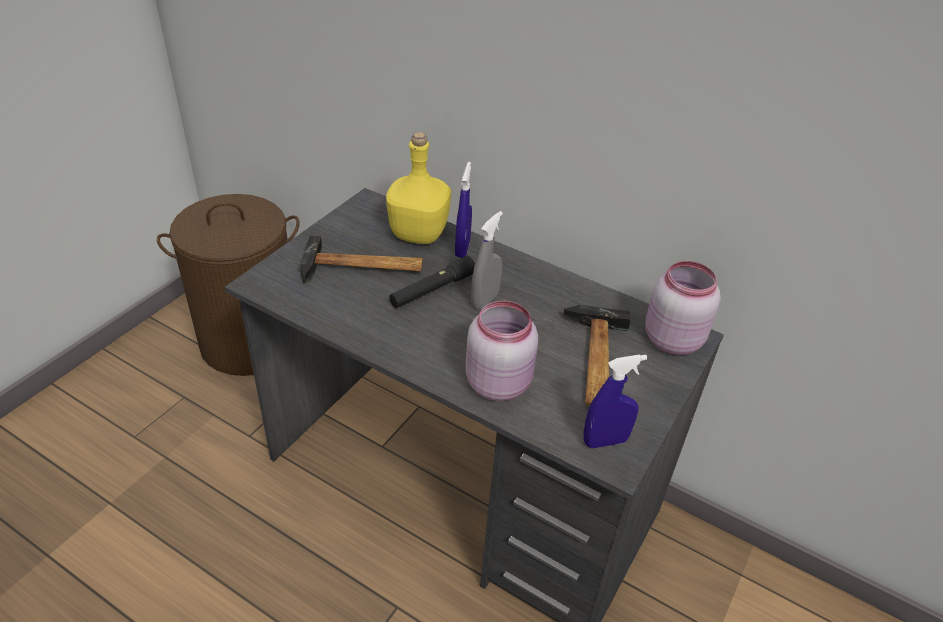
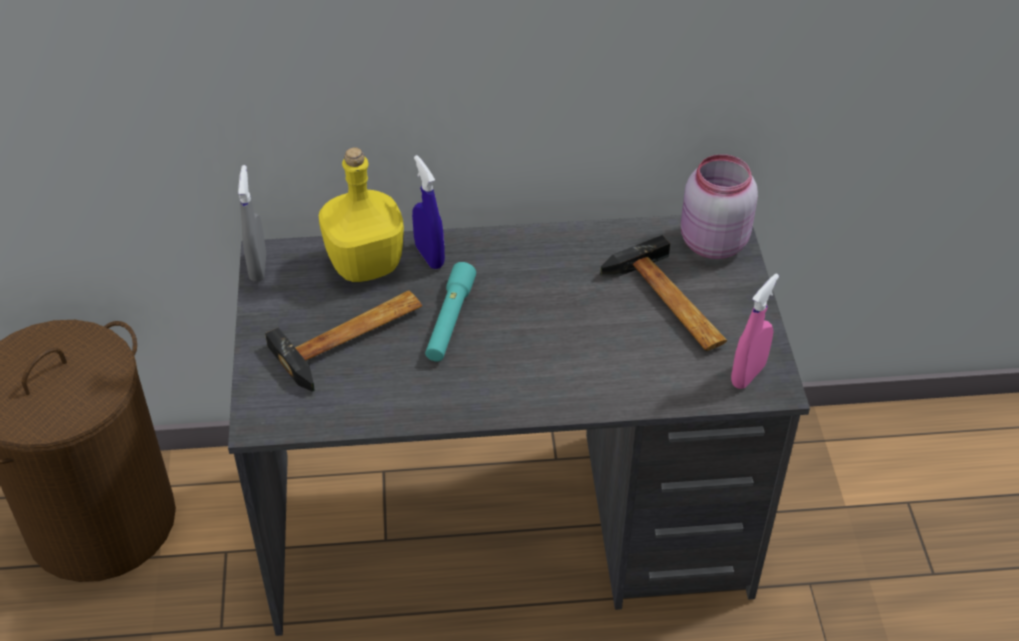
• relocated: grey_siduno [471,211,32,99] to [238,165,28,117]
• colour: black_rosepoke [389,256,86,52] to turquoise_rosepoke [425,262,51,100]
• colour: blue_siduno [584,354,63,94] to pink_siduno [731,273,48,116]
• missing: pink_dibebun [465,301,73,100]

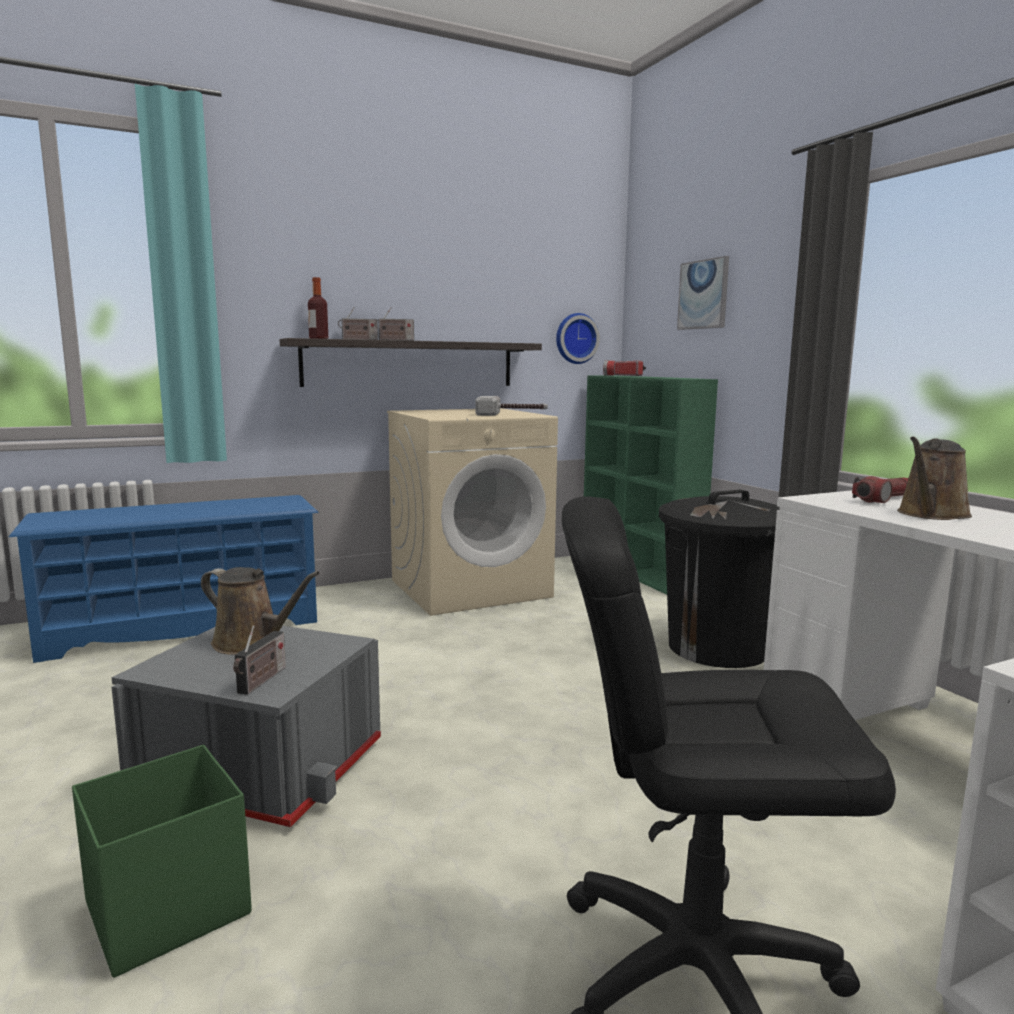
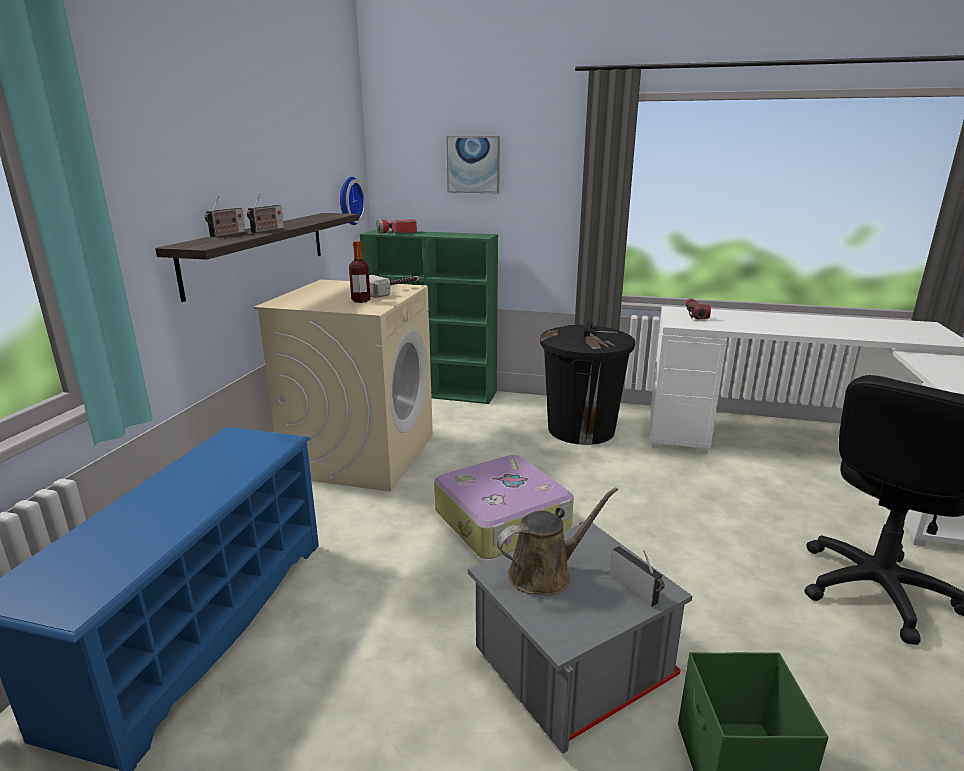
• relocated: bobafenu [308,277,20,62] to [349,241,22,62]
• appeared: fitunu [434,455,140,104]
• missing: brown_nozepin [897,437,75,83]

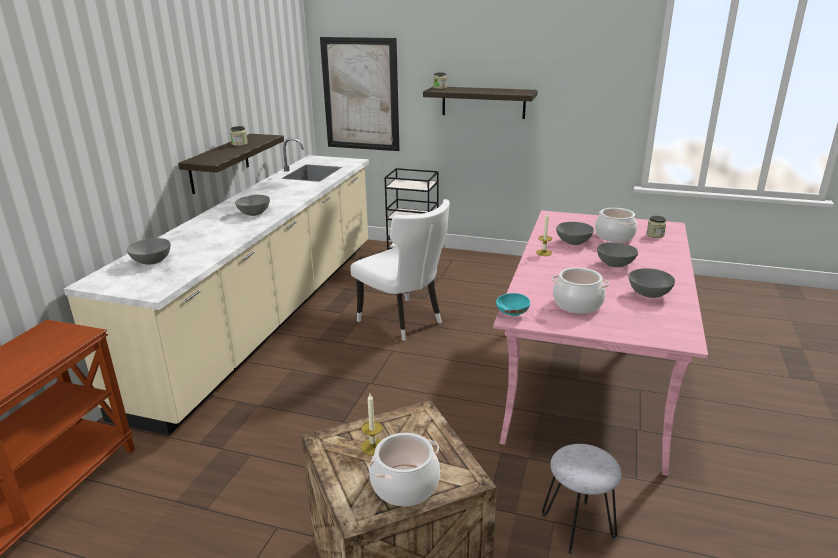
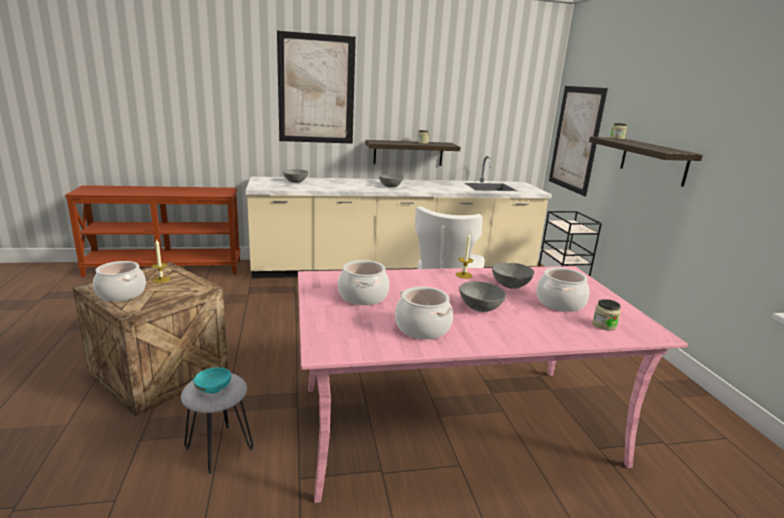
• relocated: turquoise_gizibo [496,293,34,23] to [193,368,38,26]
• appeared: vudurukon [277,31,79,113]
• exchanged: grey_gizibo [628,268,47,30] to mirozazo [395,287,58,53]

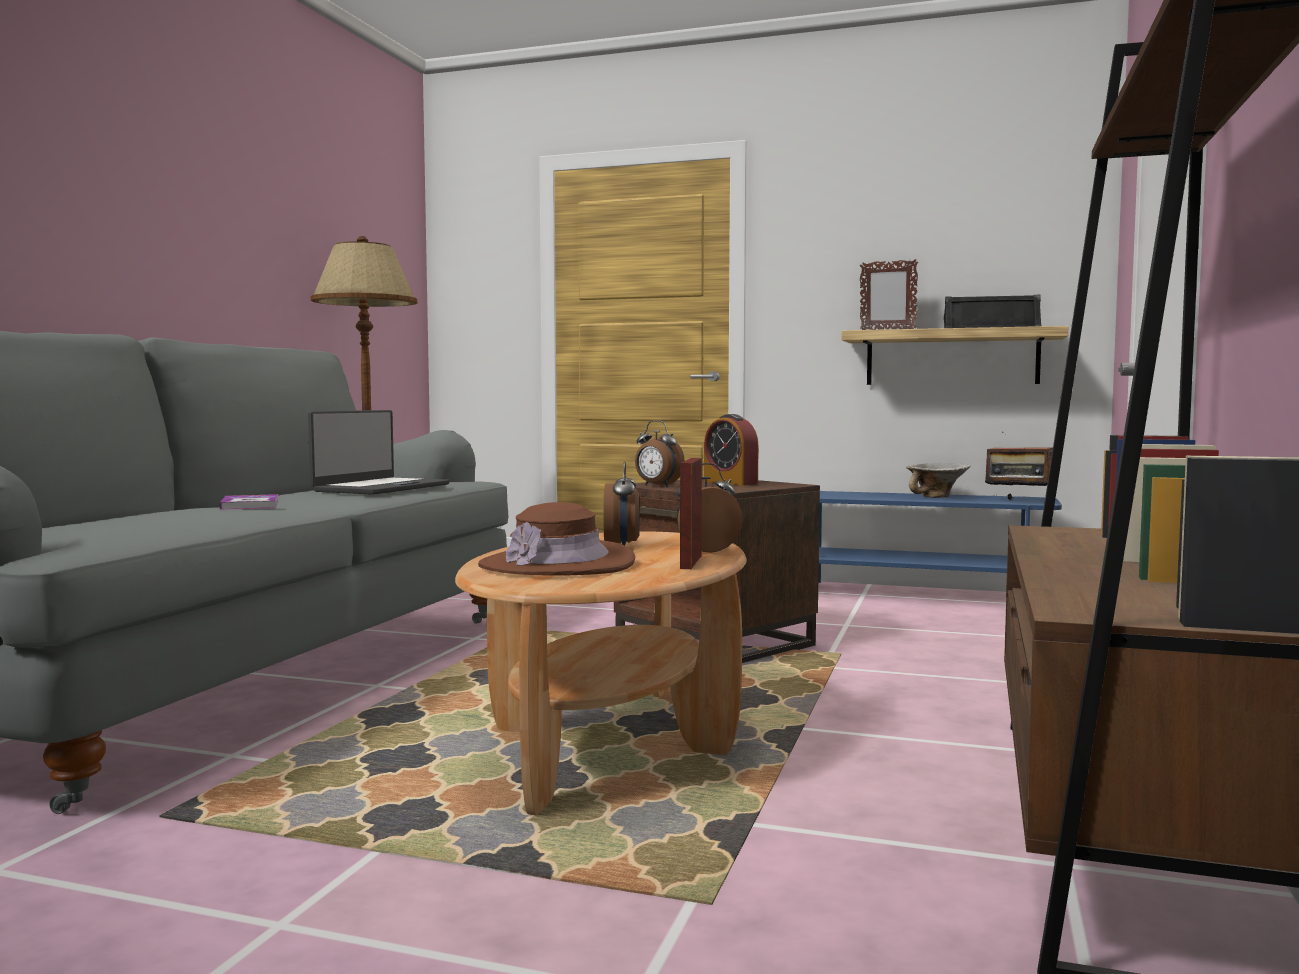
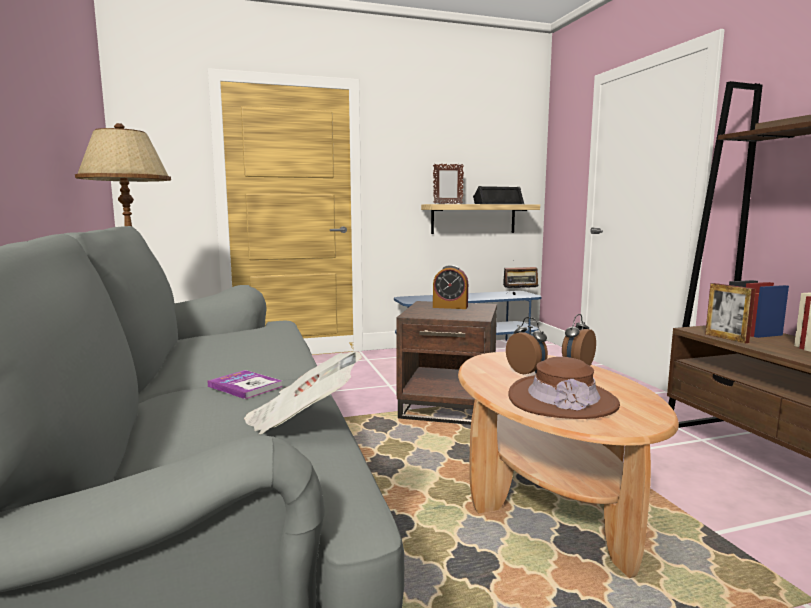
• appeared: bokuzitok [244,351,118,84]
• relocated: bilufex [680,458,22,111] to [705,283,51,60]
• missing: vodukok [308,410,141,85]
• missing: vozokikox [635,420,50,67]
• missing: gizibo [906,463,65,35]

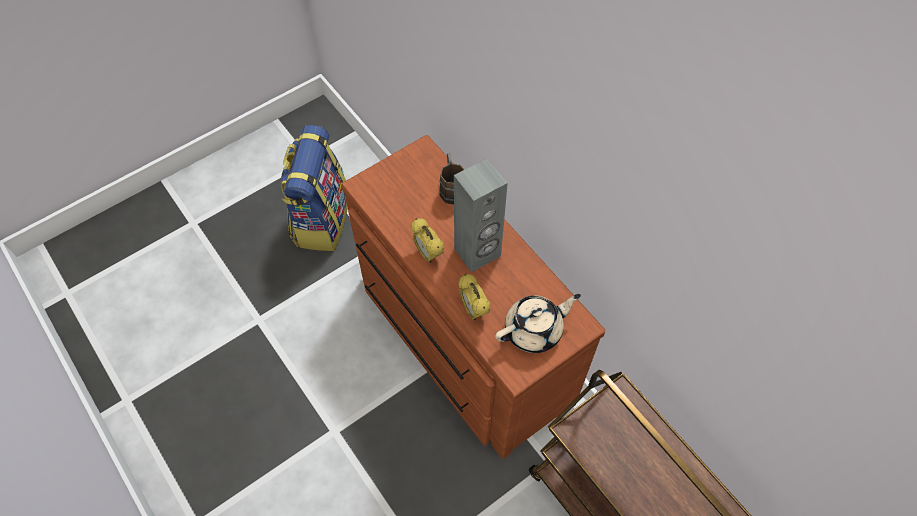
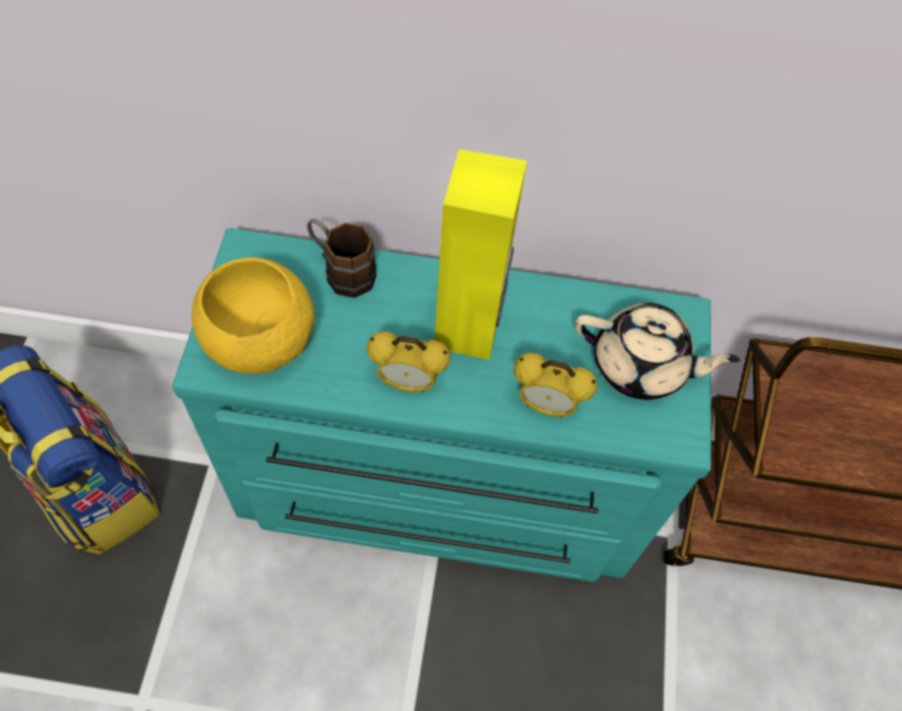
• colour: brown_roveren [341,135,264,324] to turquoise_roveren [172,228,539,354]
• appeared: yellow_gizibo [192,257,122,117]
• colour: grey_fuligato [454,159,54,113] to yellow_fuligato [434,149,93,211]
• spun: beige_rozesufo [495,294,86,59] = [575,303,165,97] 90 degrees clockwise

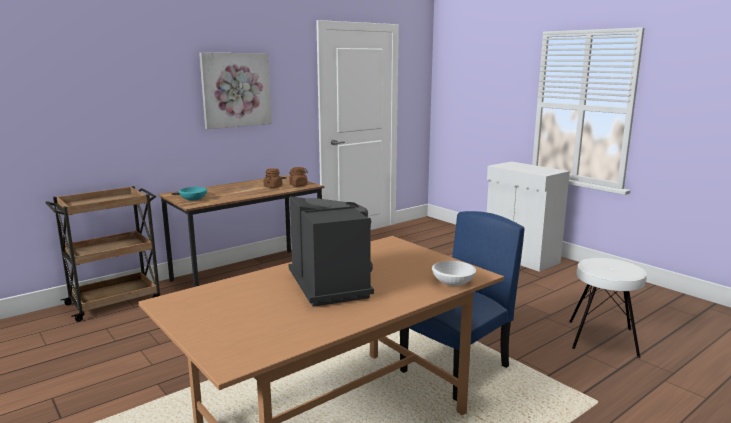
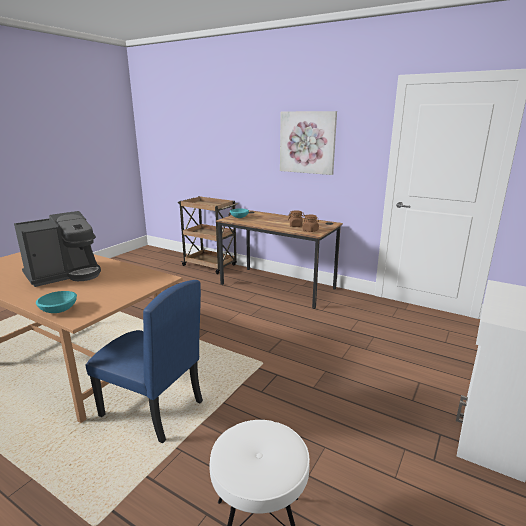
• colour: white_gizibo [432,261,44,25] to turquoise_gizibo [36,291,41,22]

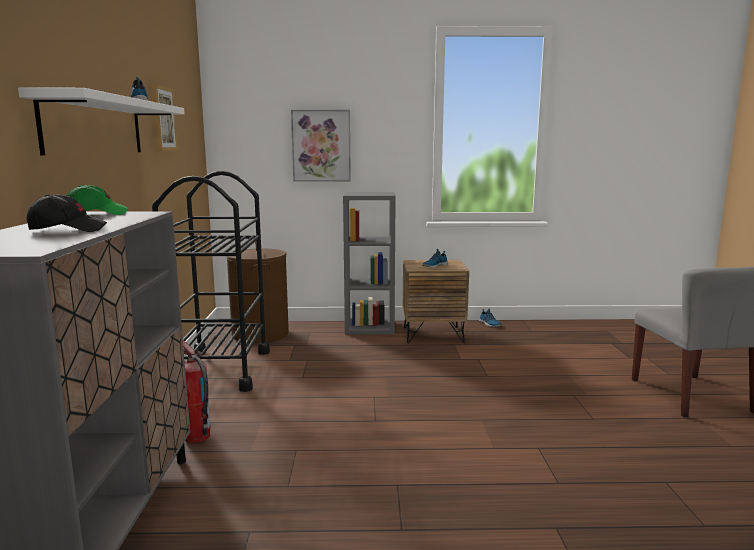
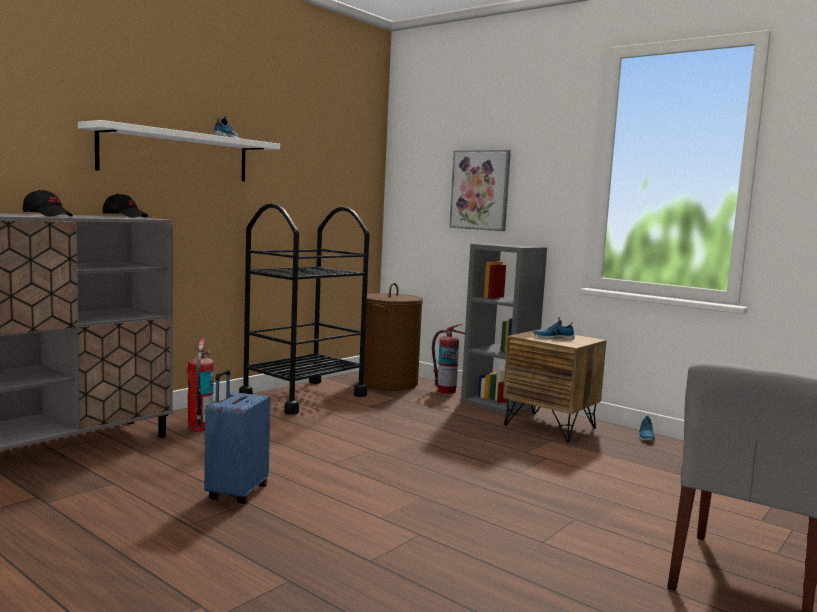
• colour: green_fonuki [66,185,62,30] to black_fonuki [103,194,45,24]
• appeared: blue_fitunu [204,369,67,135]
• appeared: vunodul [432,324,33,70]
• missing: vudurukon [151,84,27,67]

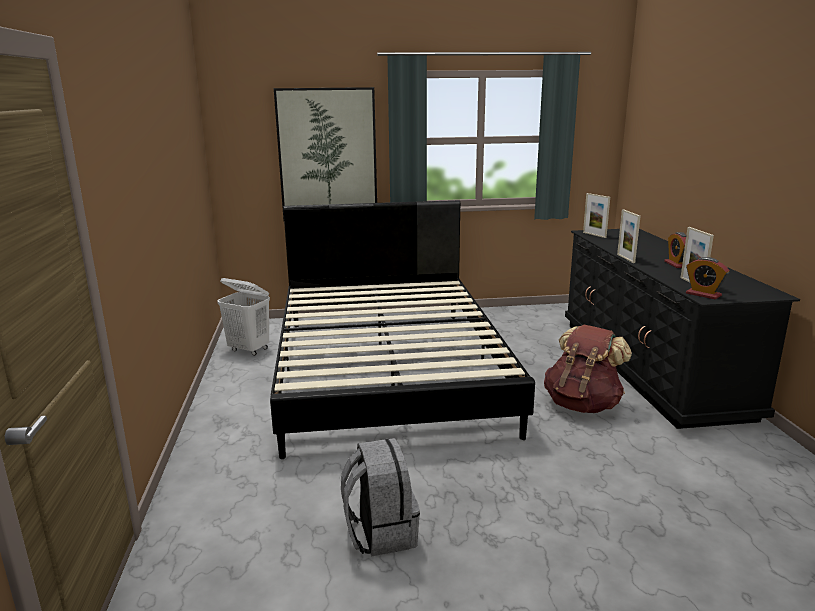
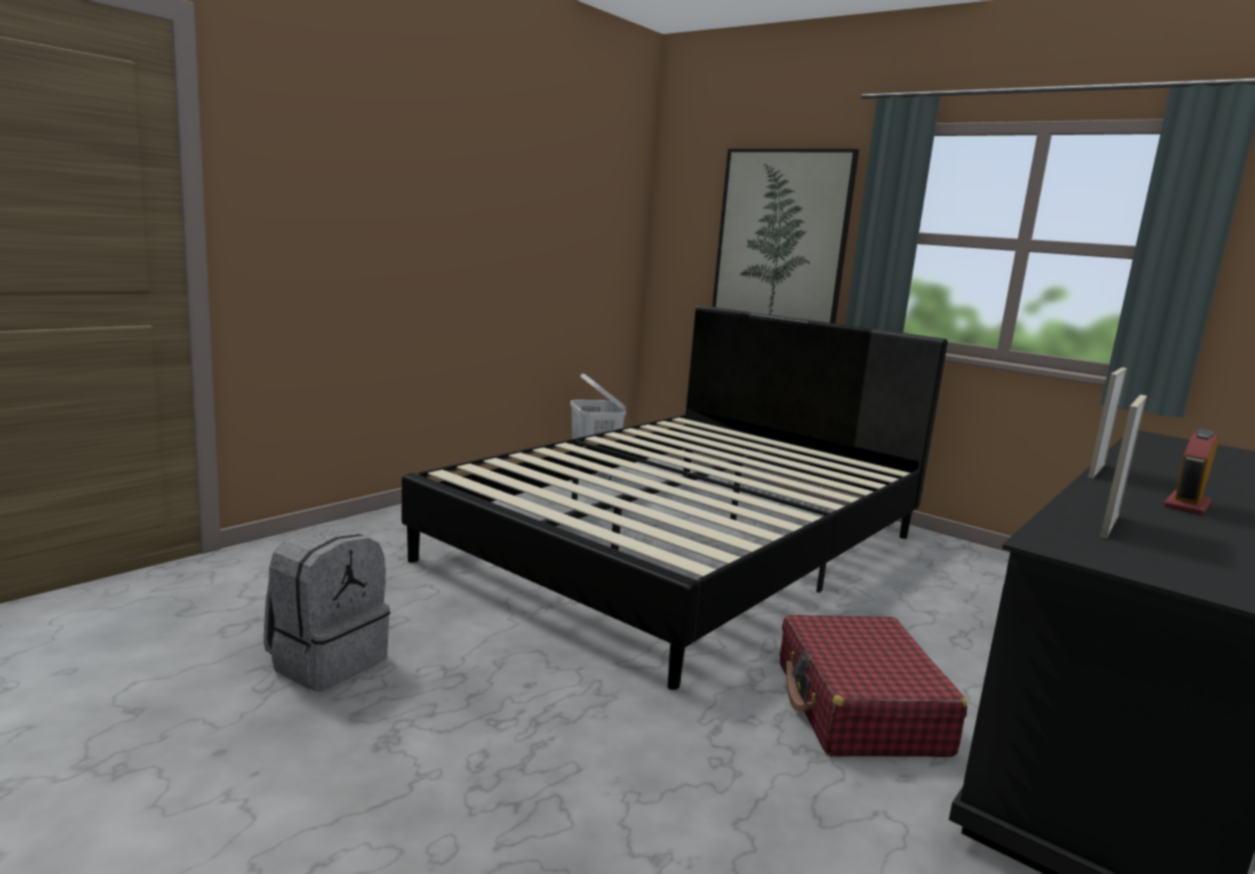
• exchanged: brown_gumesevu [544,325,88,88] to red_fitunu [780,615,188,142]
• missing: bilufex [583,193,27,45]
• missing: vozokikox [686,257,43,42]

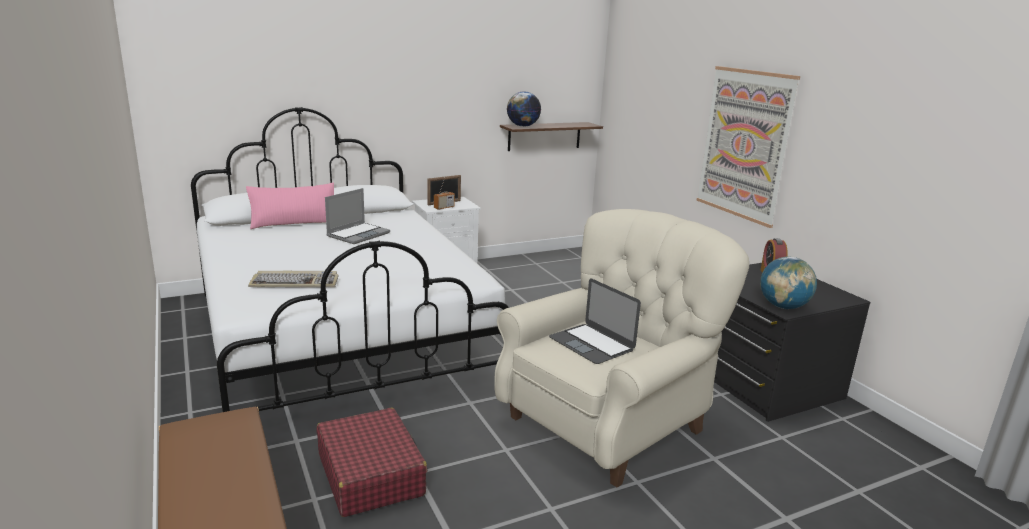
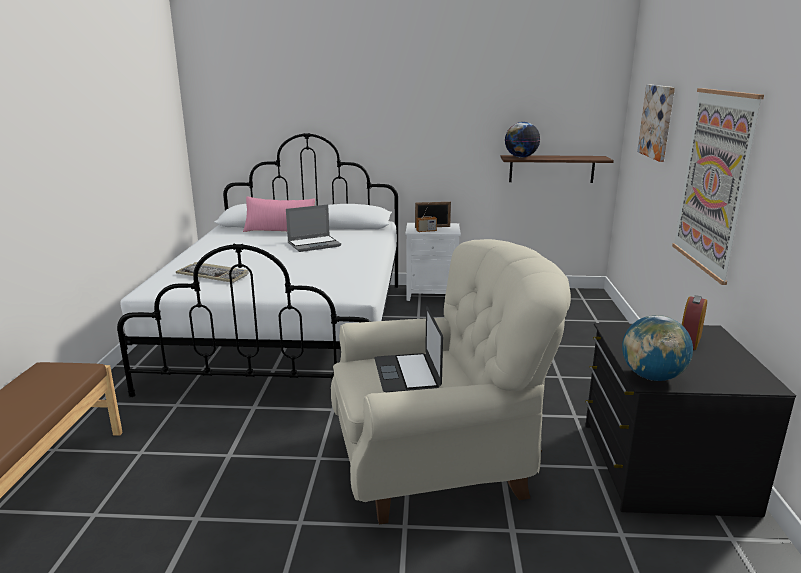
• appeared: vudurukon [637,85,38,77]
• missing: red_fitunu [316,408,111,109]

